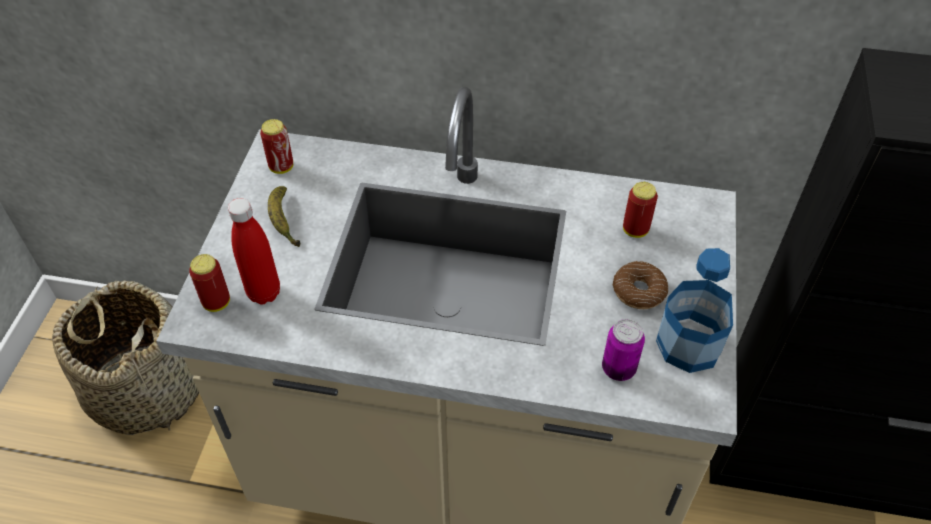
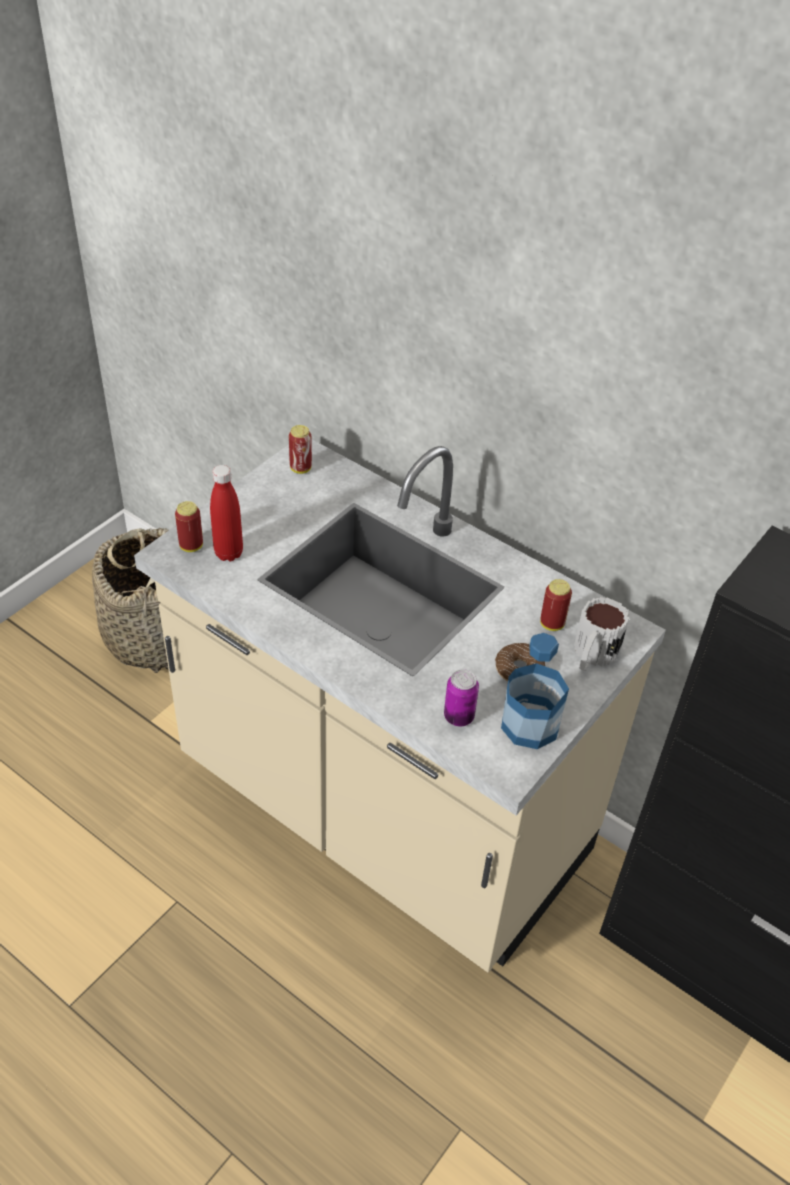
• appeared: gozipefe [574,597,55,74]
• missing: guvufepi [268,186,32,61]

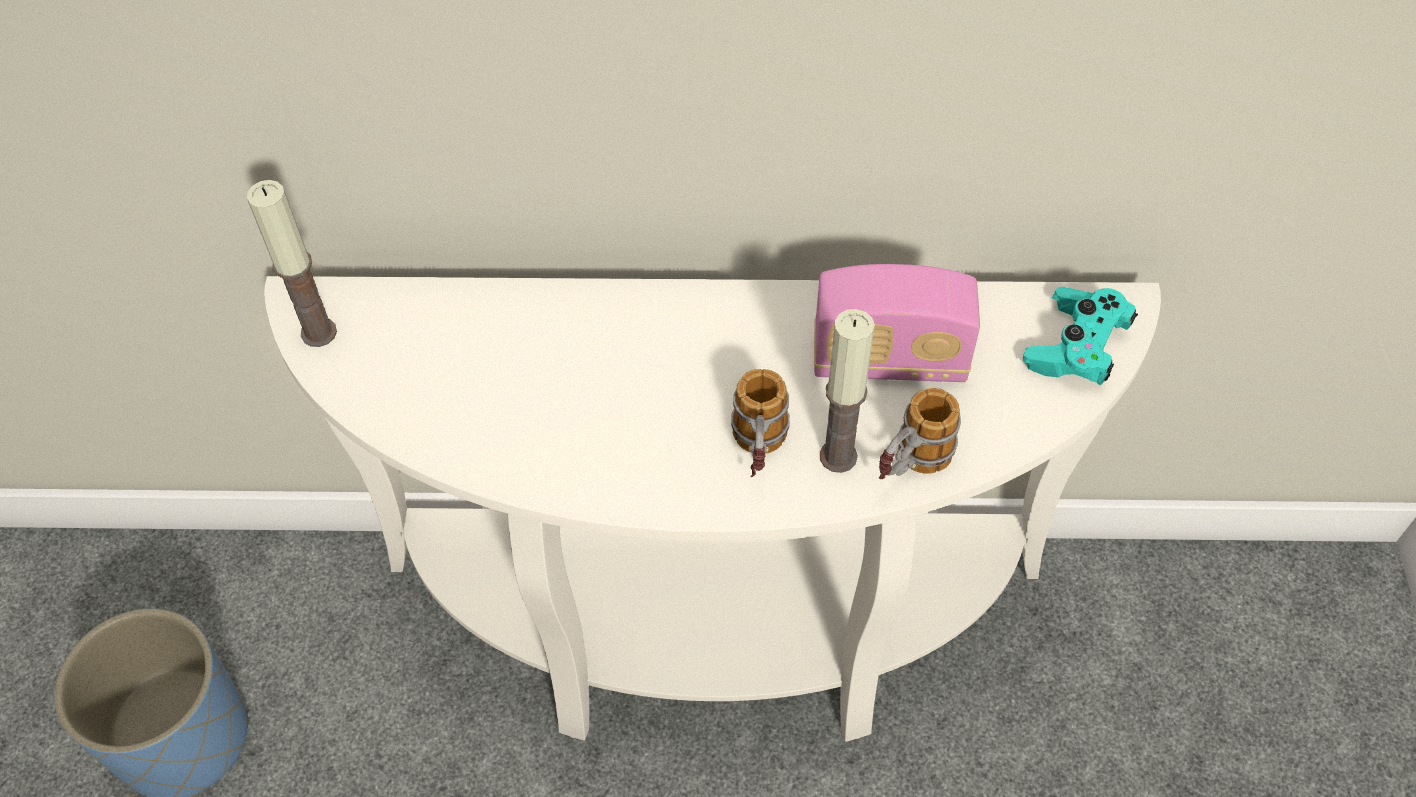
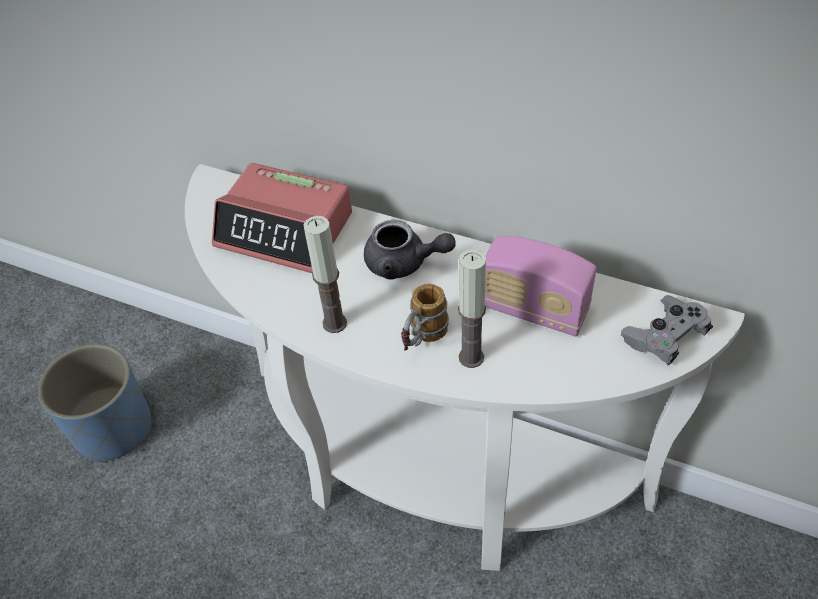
• appeared: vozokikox [212,163,140,110]
• relocated: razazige [247,180,90,167] to [304,216,43,117]
• appeared: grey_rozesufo [364,220,92,60]
• colour: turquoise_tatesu [1023,287,115,98] to grey_tatesu [621,295,92,70]
• missing: gozipefe [879,388,82,91]

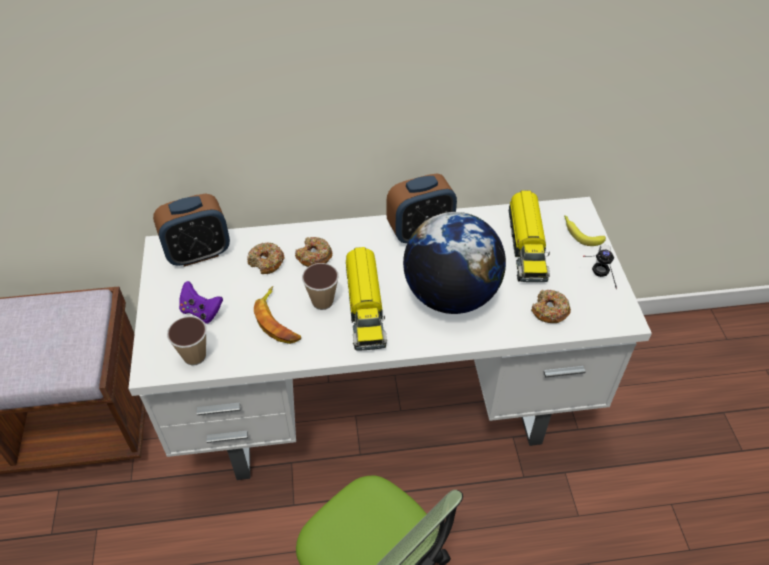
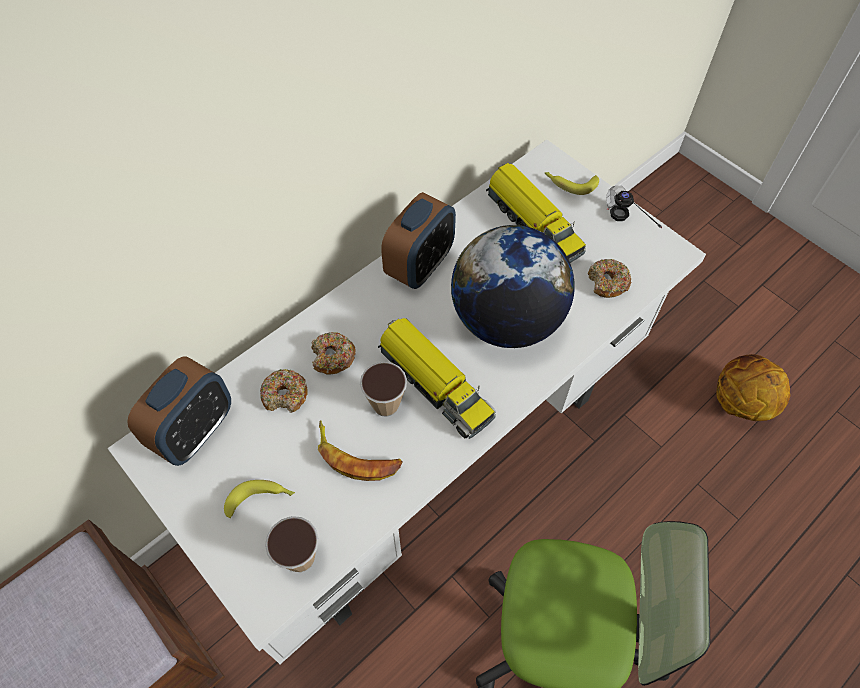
• exchanged: purple_tatesu [179,281,44,43] to guvufepi [224,480,71,38]
• appeared: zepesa [716,354,74,67]

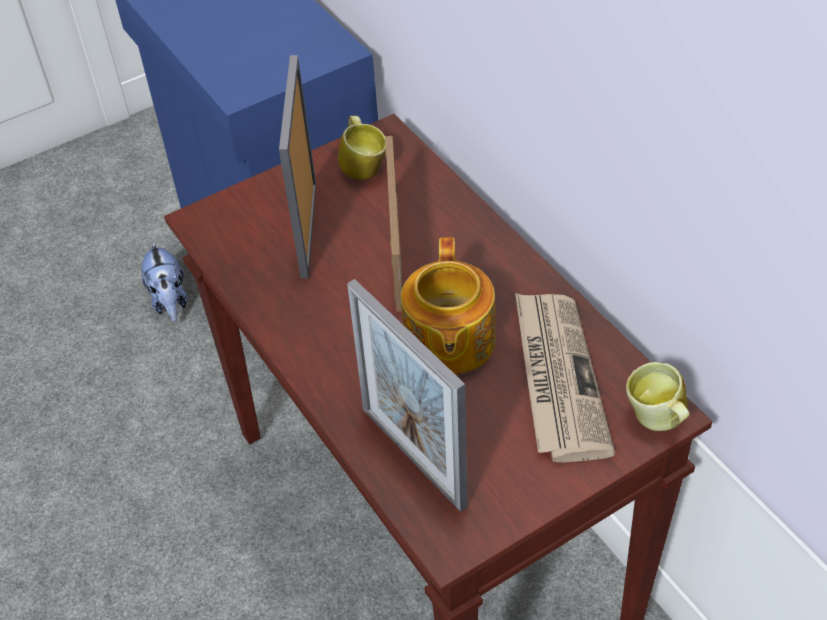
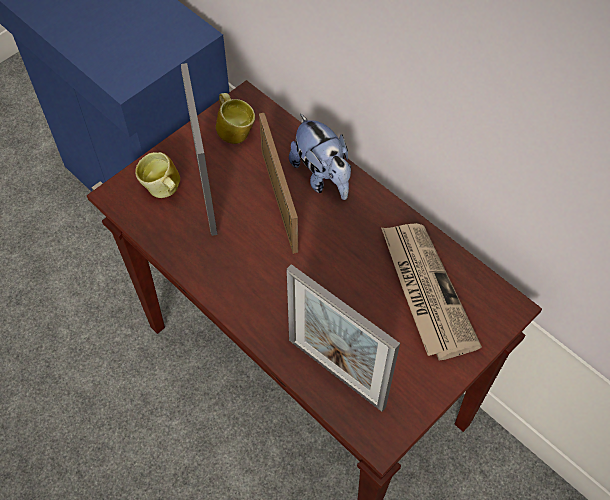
• relocated: gozipefe [626,362,64,69] to [135,152,45,46]
• relocated: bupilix [141,241,47,81] to [289,114,62,86]
• missing: rozesufo [401,237,95,138]

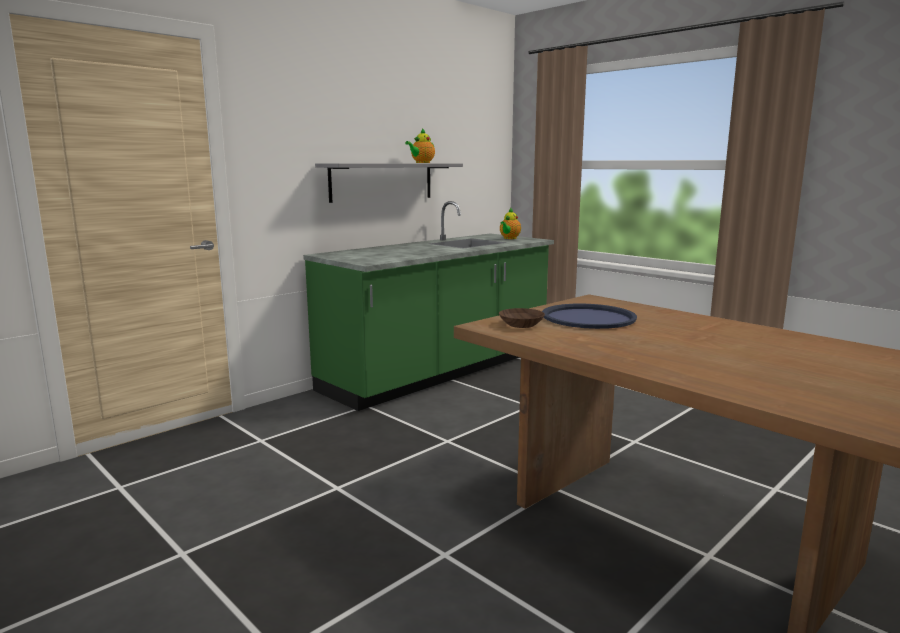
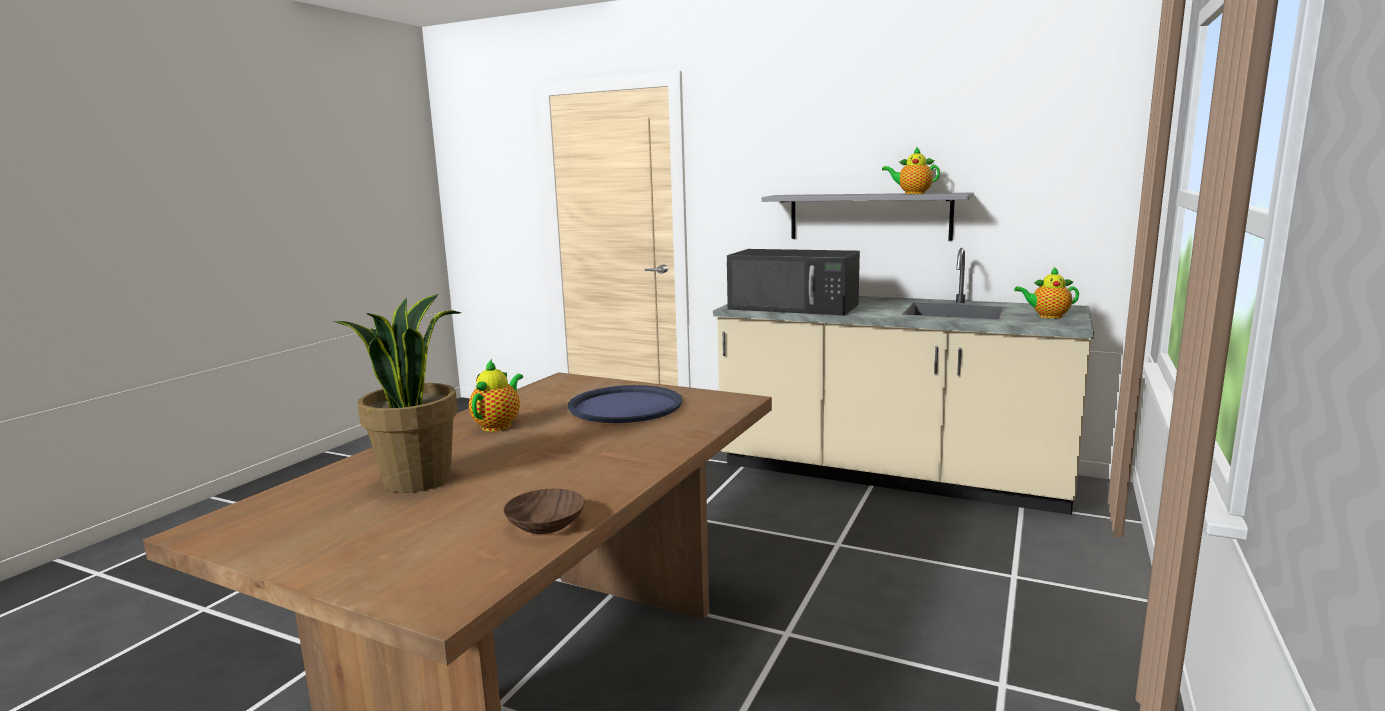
• appeared: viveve [333,294,128,199]
• appeared: rozesufo [469,359,54,73]
• relocated: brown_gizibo [499,308,46,20] to [503,489,82,45]
• colour: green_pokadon [303,201,251,210] to beige_pokadon [713,248,381,267]
• appeared: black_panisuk [727,249,133,67]

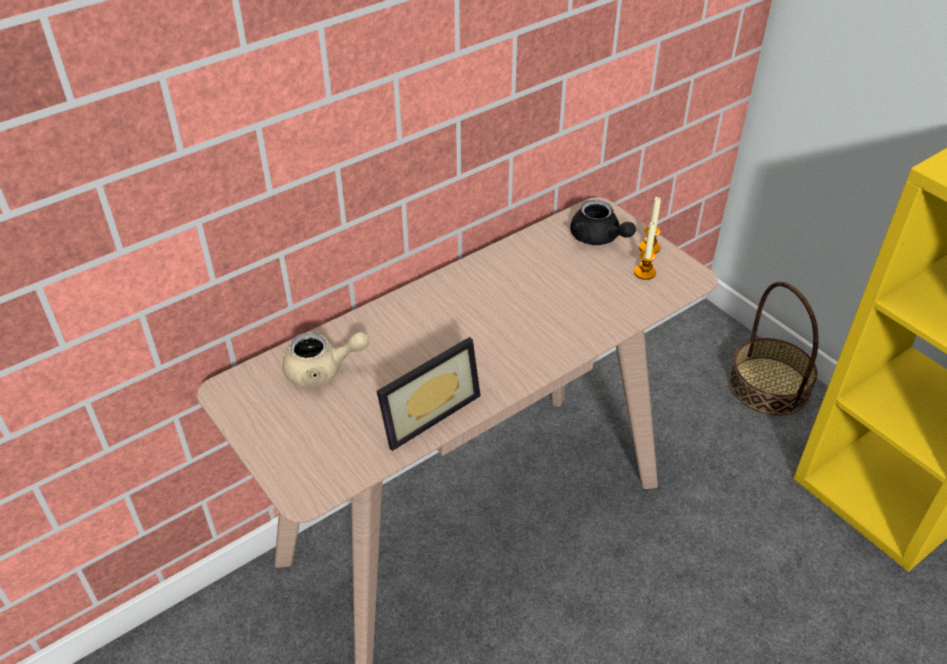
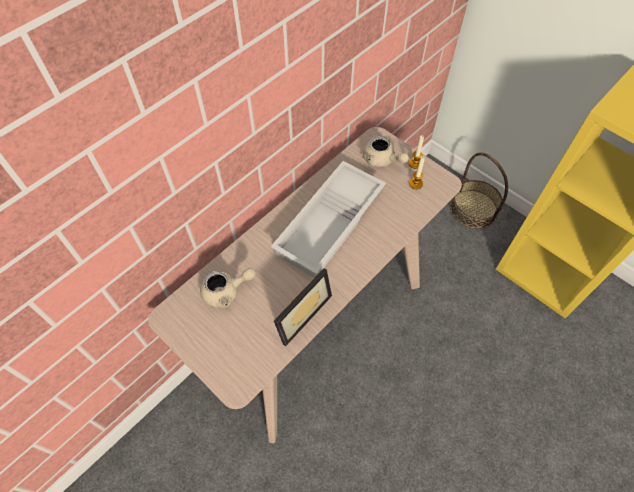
• appeared: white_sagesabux [271,161,115,117]
• colour: black_rozesufo [570,200,66,45] to beige_rozesufo [363,136,46,31]

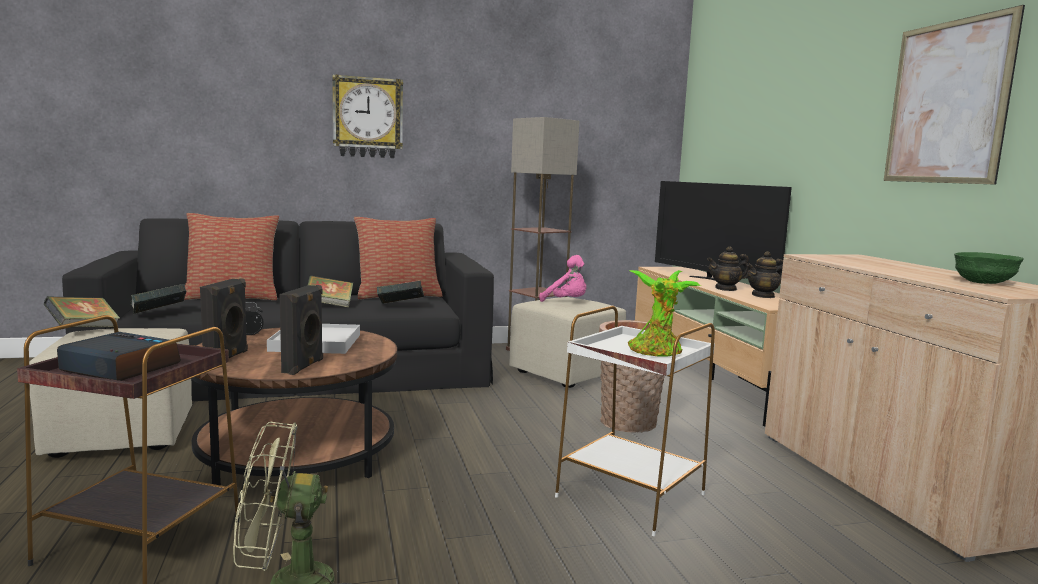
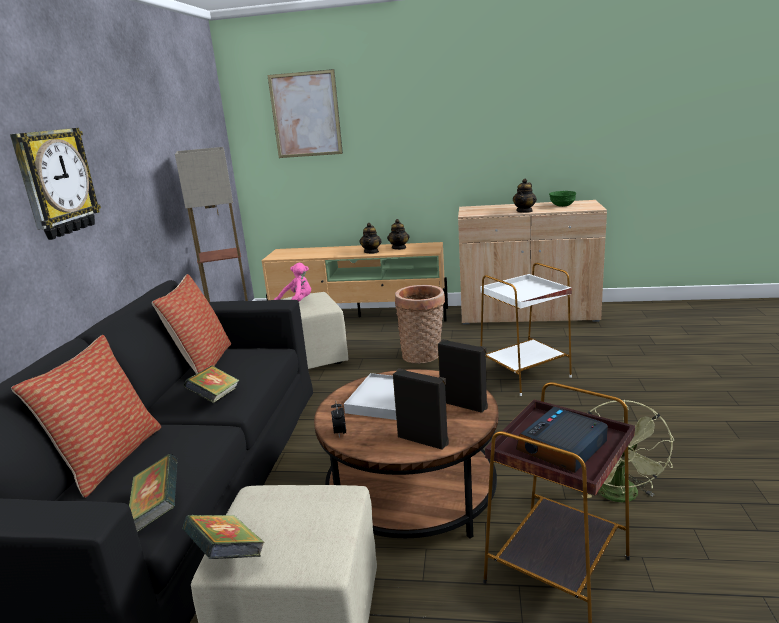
• relocated: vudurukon [884,5,141,180] to [267,69,76,89]
• appeared: rozesufo [513,179,24,34]
• missing: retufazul [377,281,47,23]
• missing: viveve [628,270,73,86]
• missing: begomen [655,181,137,99]

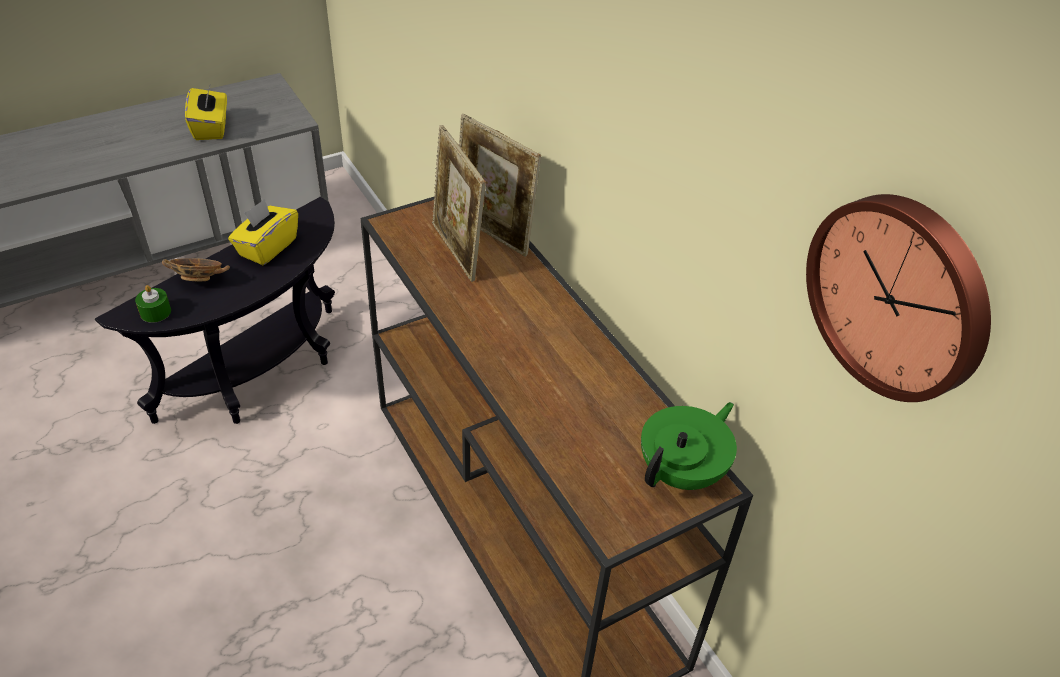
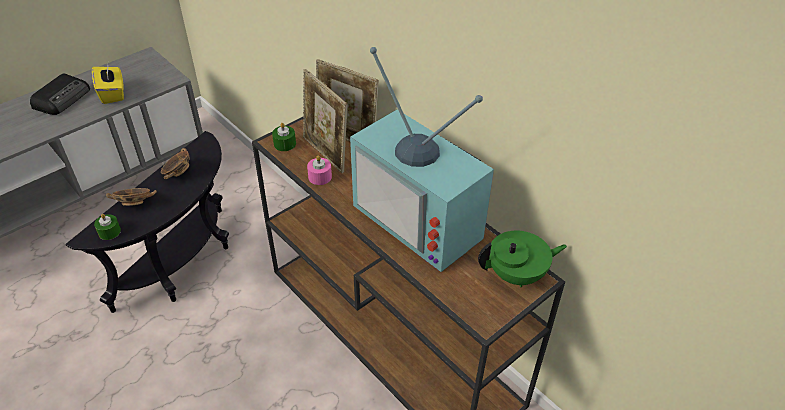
• appeared: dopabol [30,73,60,42]
• exchanged: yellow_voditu [228,199,70,66] to gizibo [161,148,28,31]
• appeared: green_razazige [272,123,24,28]
• appeared: pink_razazige [307,155,25,30]
• appeared: begomen [350,47,144,225]
• spun: green_rozesufo [641,402,96,88] = [478,231,89,56] 45 degrees clockwise
• missing: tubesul [806,194,185,208]

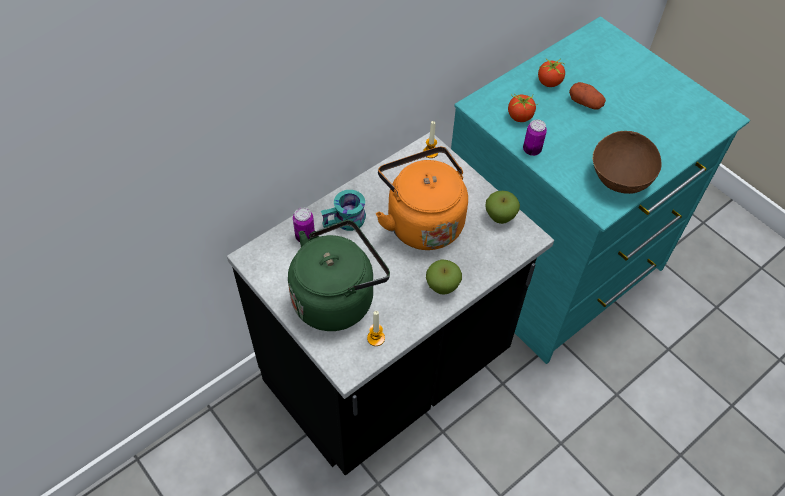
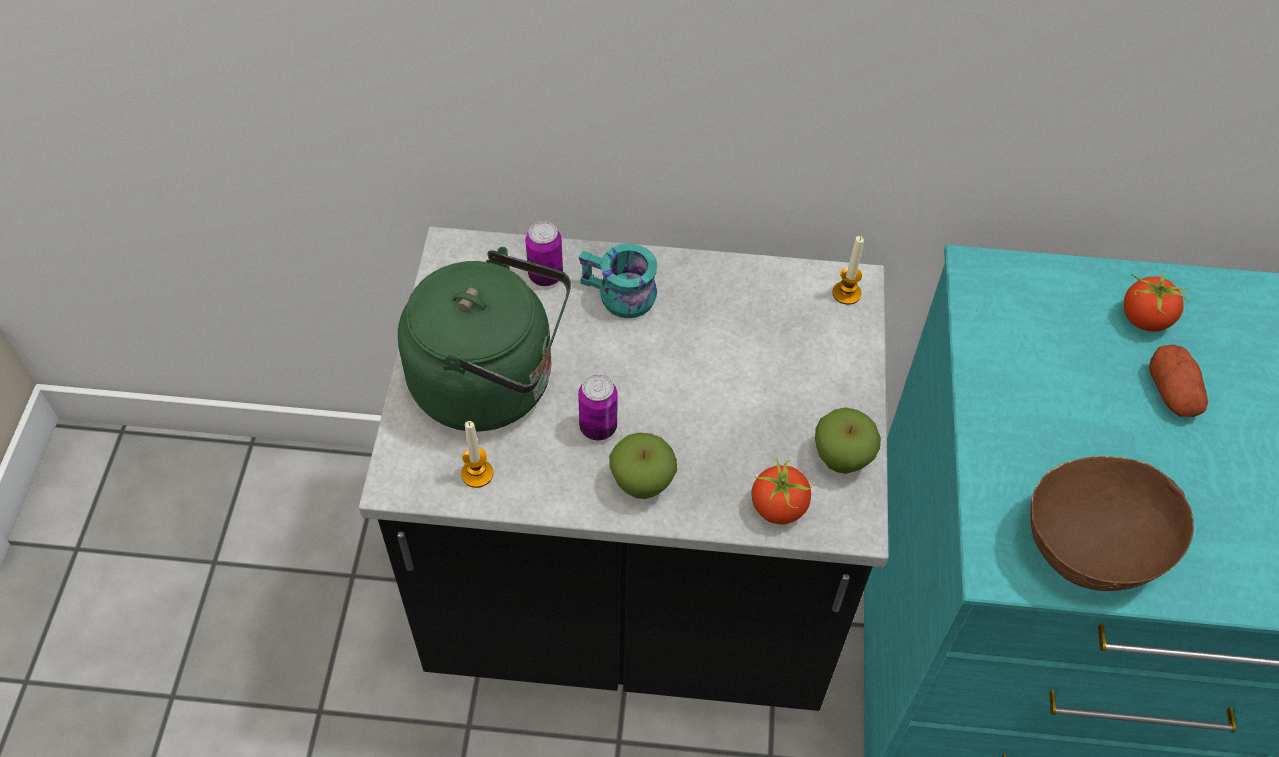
• relocated: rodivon [523,120,24,36] to [578,374,40,66]
• relocated: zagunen [508,93,30,29] to [751,457,64,67]
• missing: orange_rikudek [376,147,92,103]

